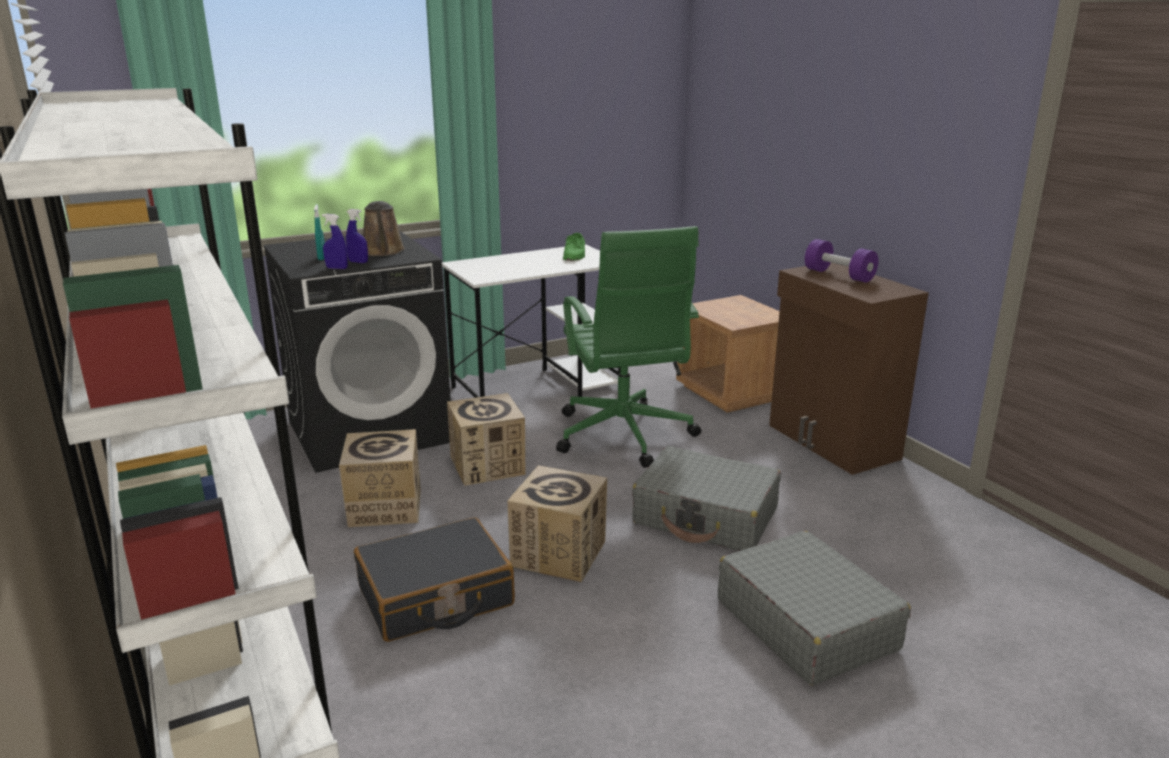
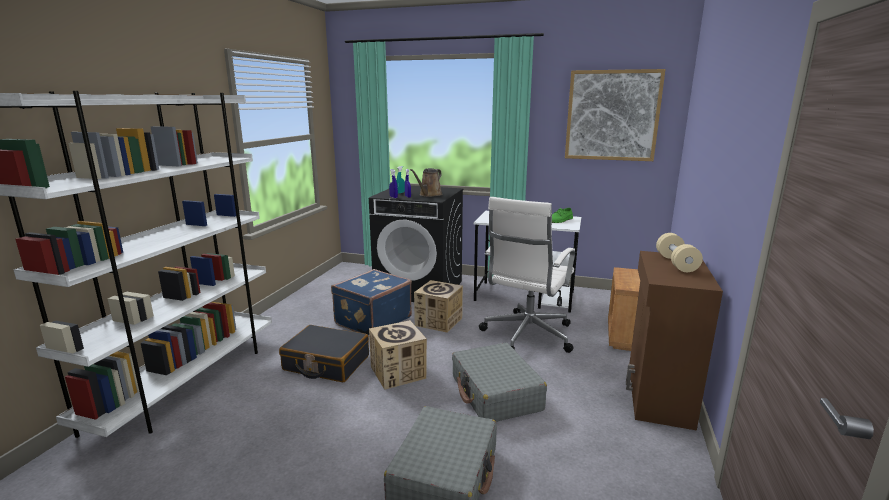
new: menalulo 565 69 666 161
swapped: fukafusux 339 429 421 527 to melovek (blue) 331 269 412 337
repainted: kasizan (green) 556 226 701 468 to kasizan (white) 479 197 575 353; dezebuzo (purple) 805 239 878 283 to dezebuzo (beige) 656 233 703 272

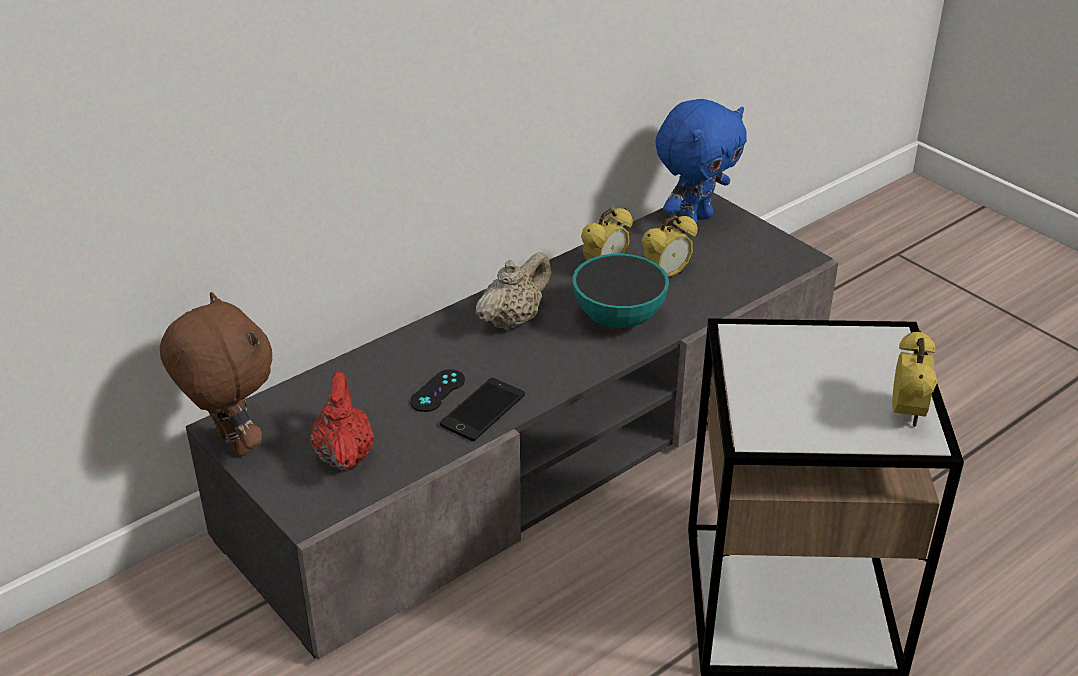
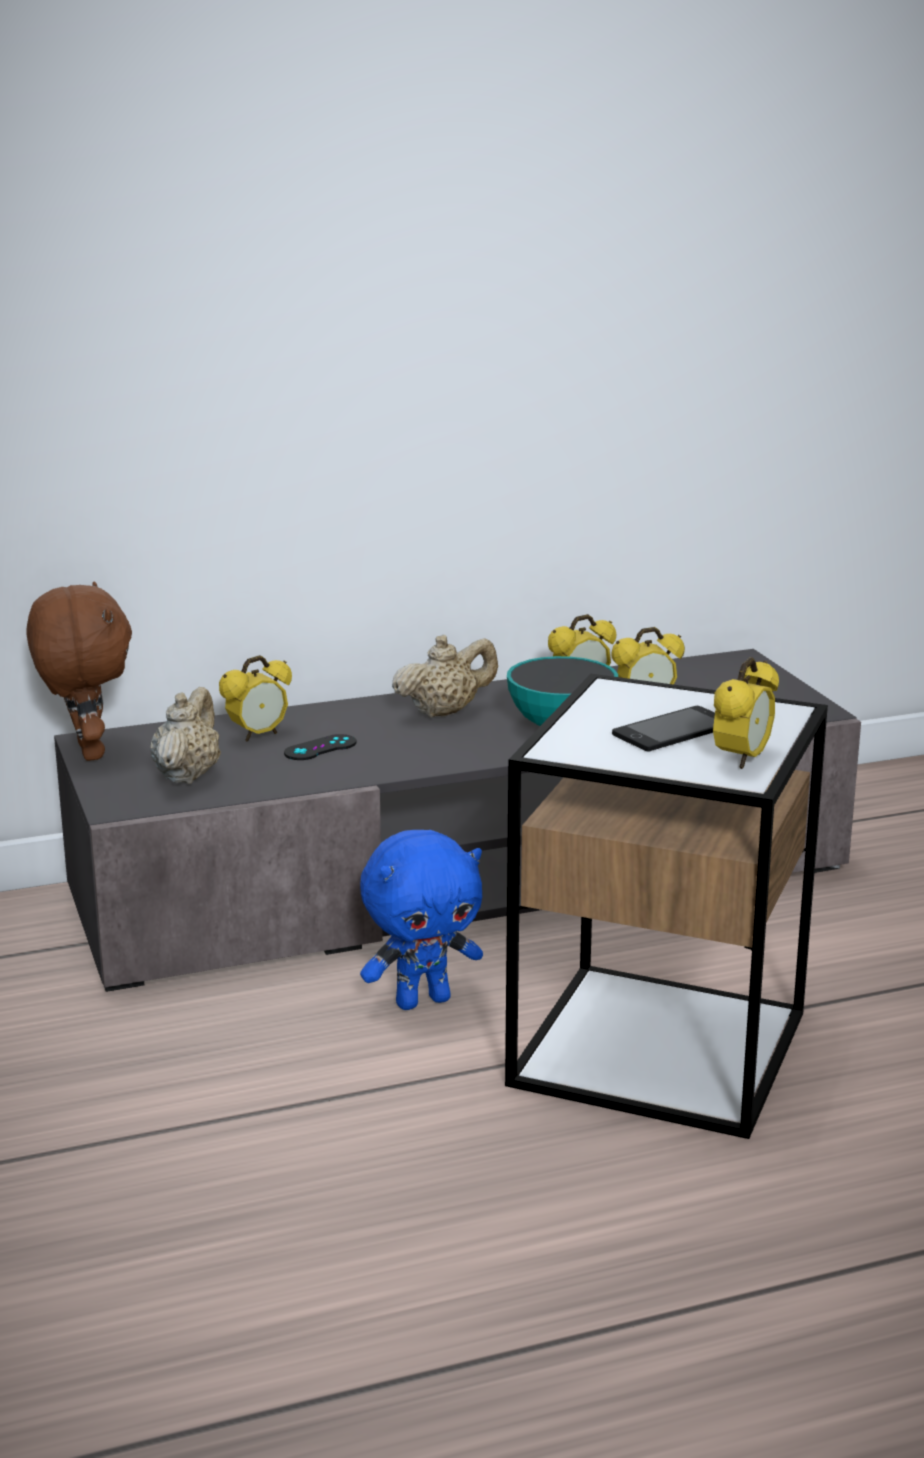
new: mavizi 219 655 292 742
shifted: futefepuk 440 378 525 441 to 612 706 715 752; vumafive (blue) 655 99 747 224 to 360 830 483 1010
repainted: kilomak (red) 310 372 374 471 to kilomak (beige) 150 687 221 784

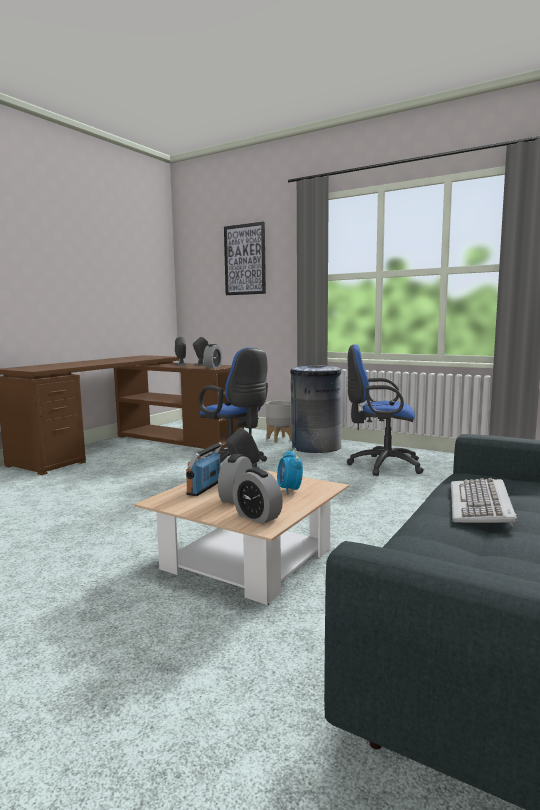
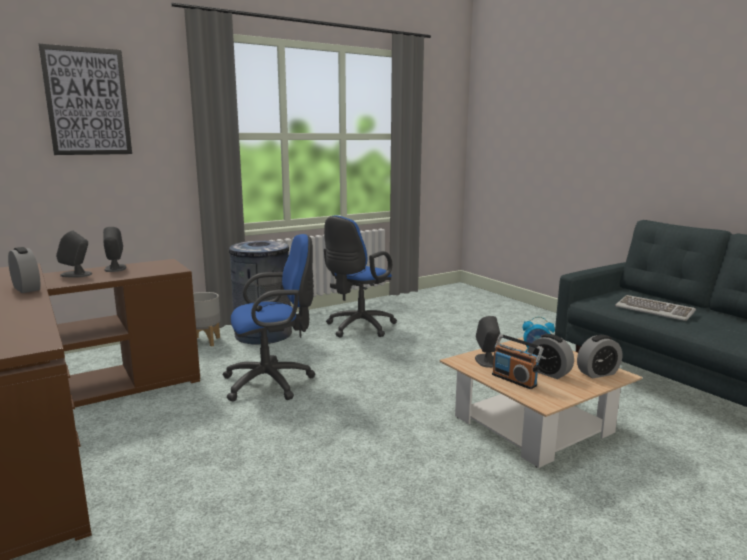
shifted: mavizi 203 344 222 368 to 8 247 40 293

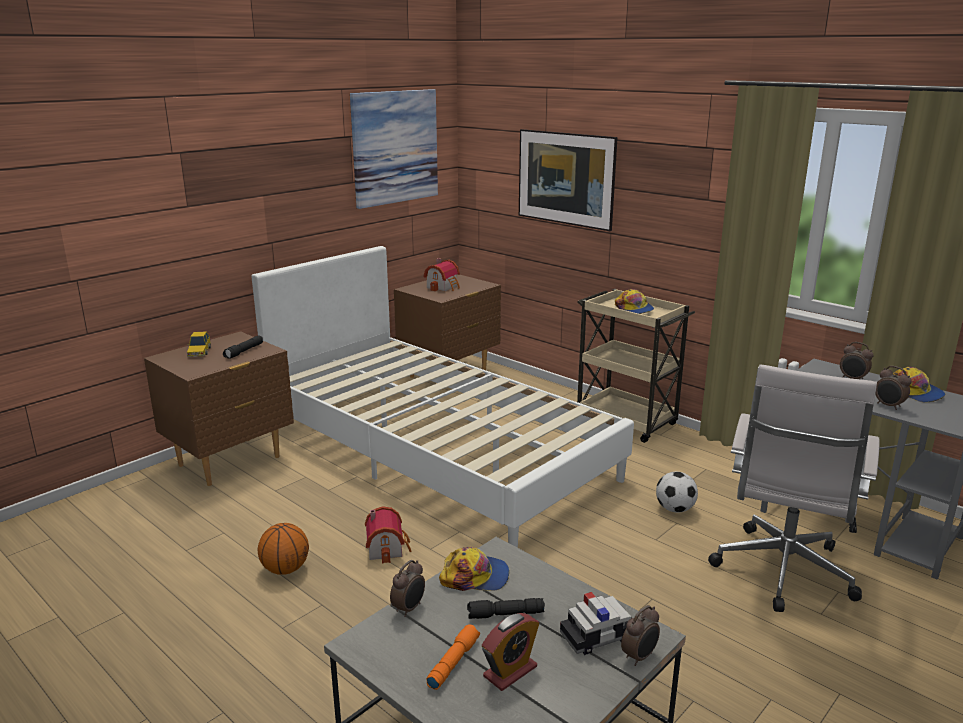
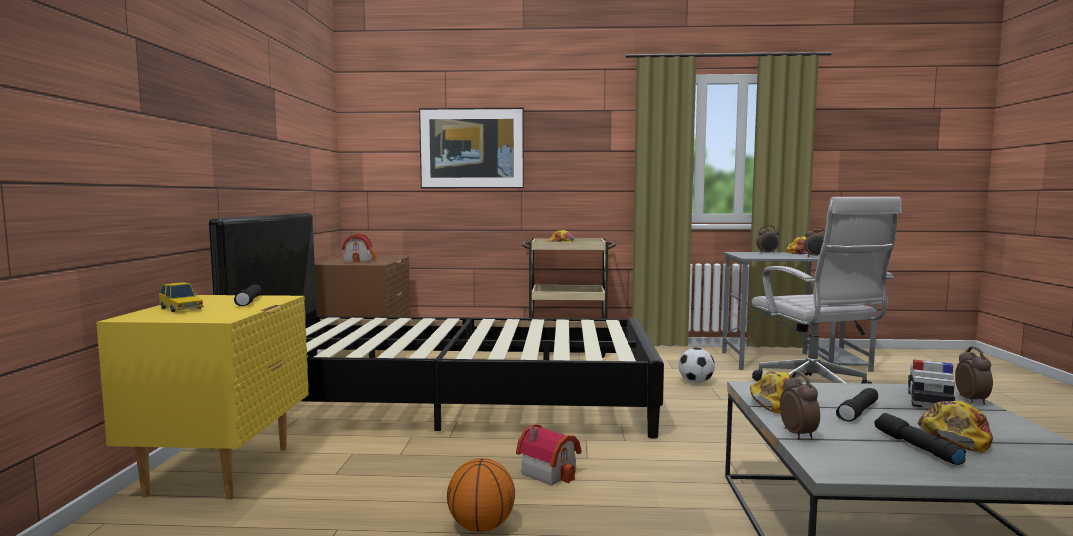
gone: menalulo 350 89 438 209
swapped: mavizi 482 613 539 691 to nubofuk 918 401 993 453
repainted: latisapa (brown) 144 331 294 486 to latisapa (yellow) 96 295 309 500; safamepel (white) 252 246 634 548 to safamepel (black) 209 213 664 439; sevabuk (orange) 427 624 480 690 to sevabuk (black) 875 413 966 465

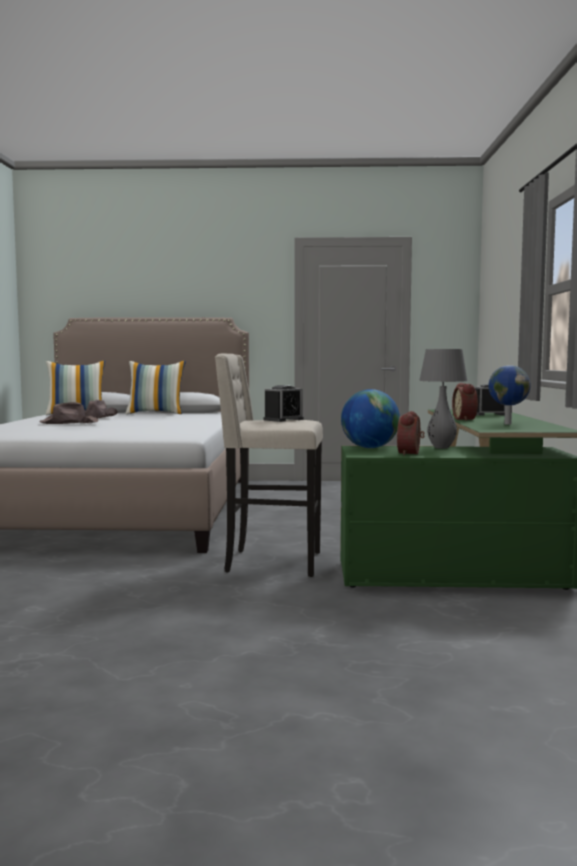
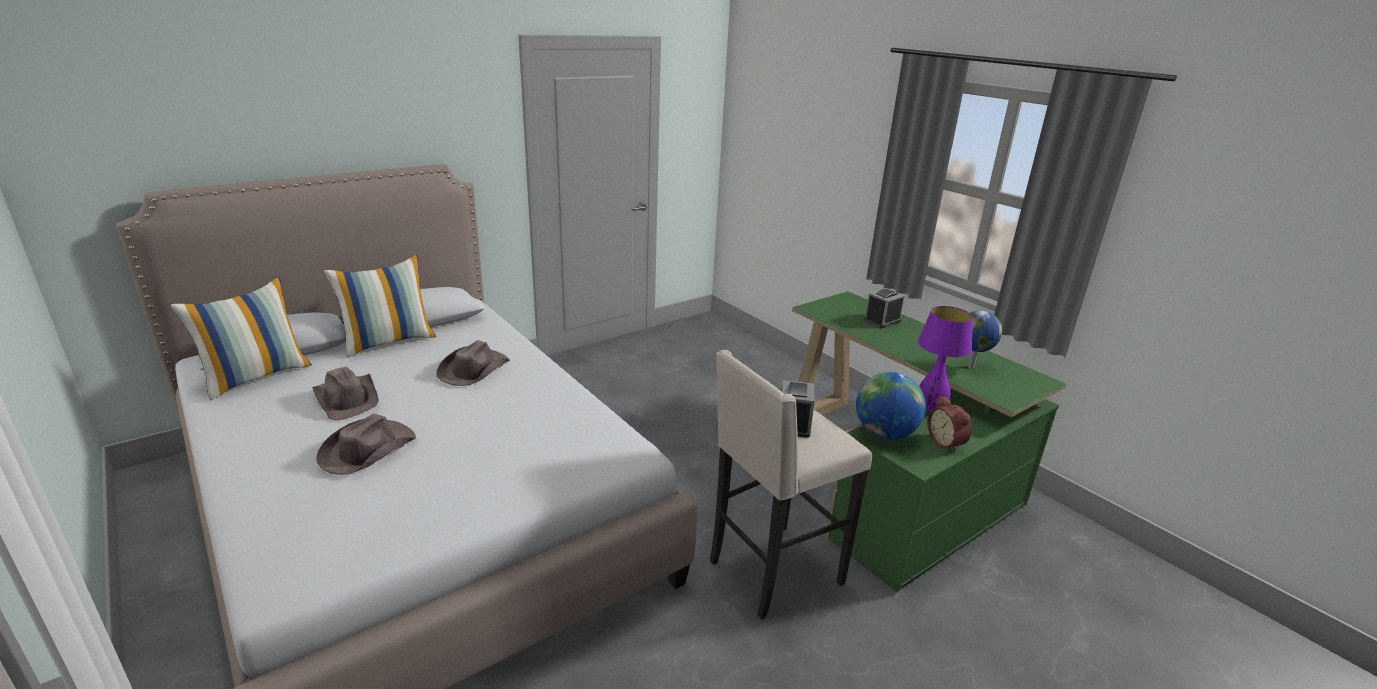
gone: mavizi 452 383 478 421
new: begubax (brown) 436 340 510 386
repainted: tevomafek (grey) 419 349 467 449 to tevomafek (purple) 918 306 973 412

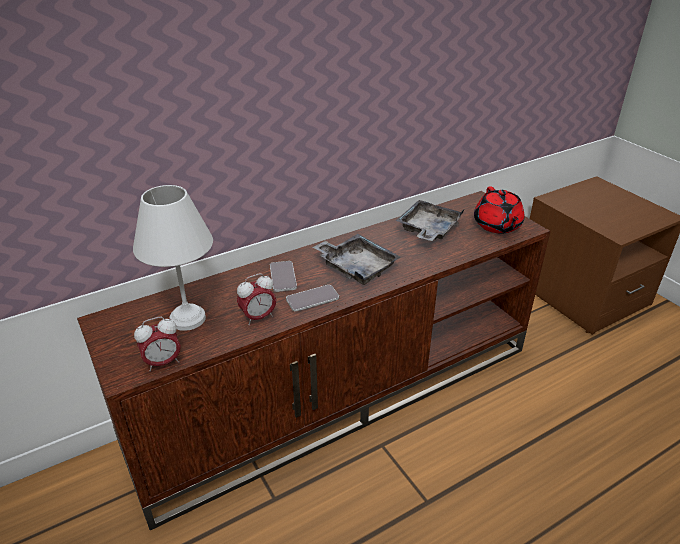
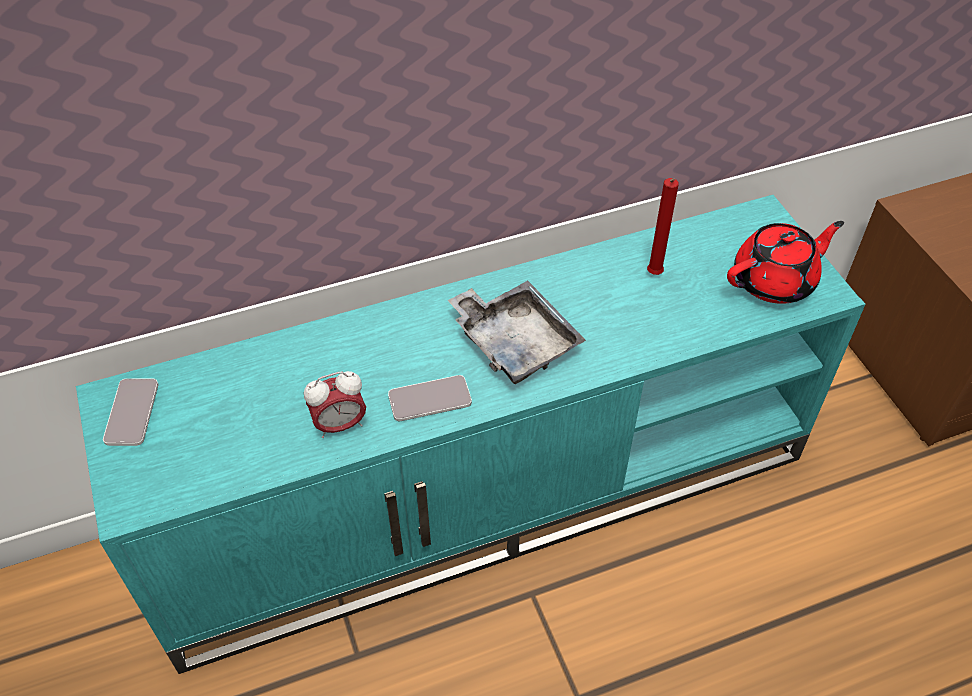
gone: tevomafek (white) 133 185 213 331; mavizi 134 317 181 371
shifted: futefepuk 270 261 297 292 to 103 378 158 446
swapped: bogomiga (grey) 396 200 464 241 to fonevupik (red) 647 178 679 275
repainted: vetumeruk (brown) 77 191 551 530 to vetumeruk (turquoise) 76 195 865 674
rotated: kilomak (red) 474 186 524 234 = 727 221 844 304 120 degrees counterclockwise

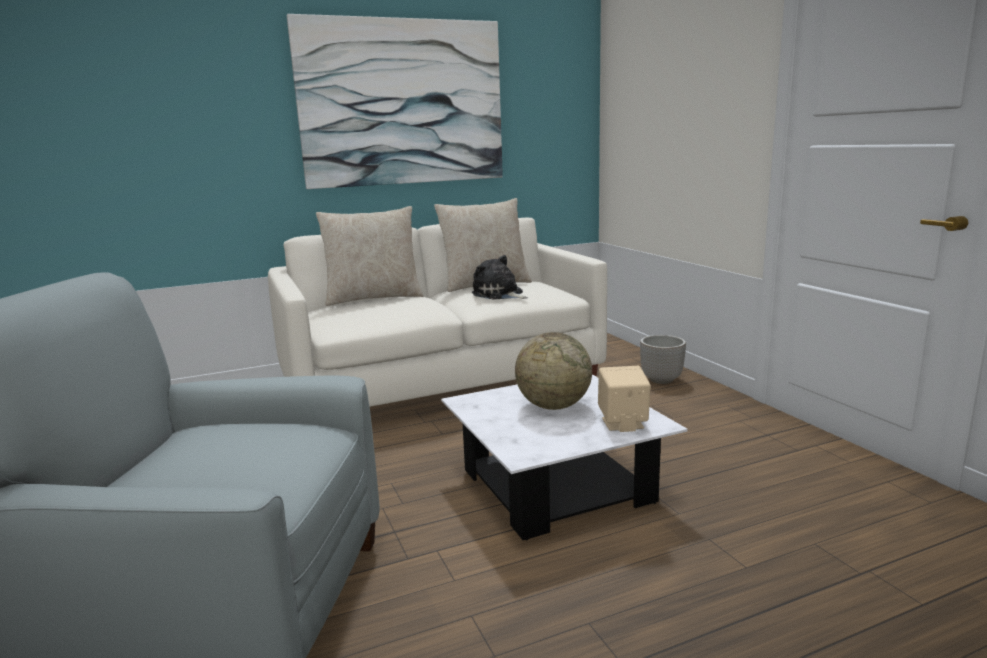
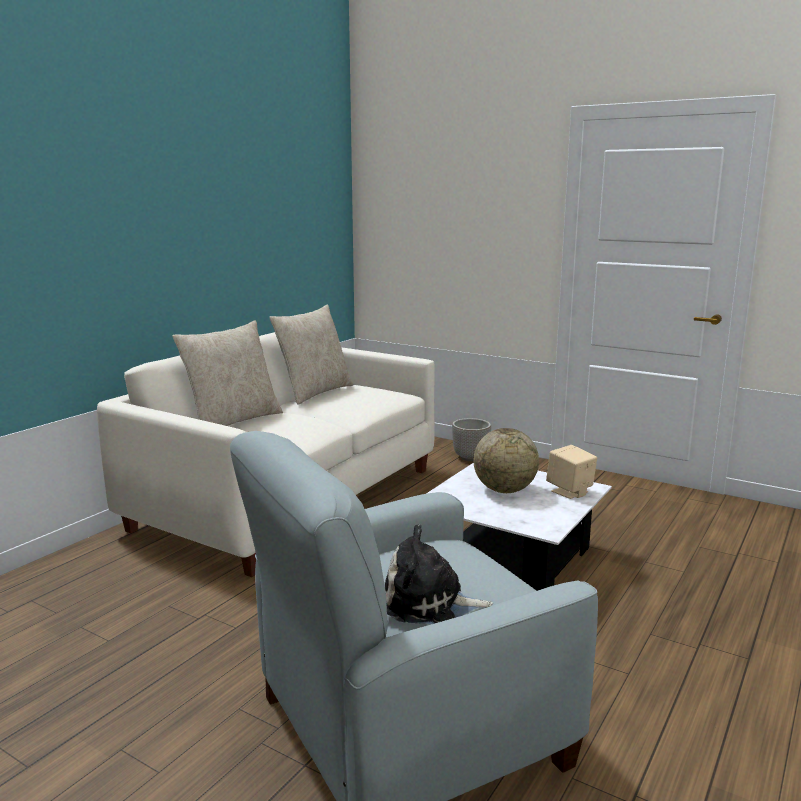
gone: menalulo 287 14 503 189
shifted: vumafive 472 255 528 300 to 385 524 493 624

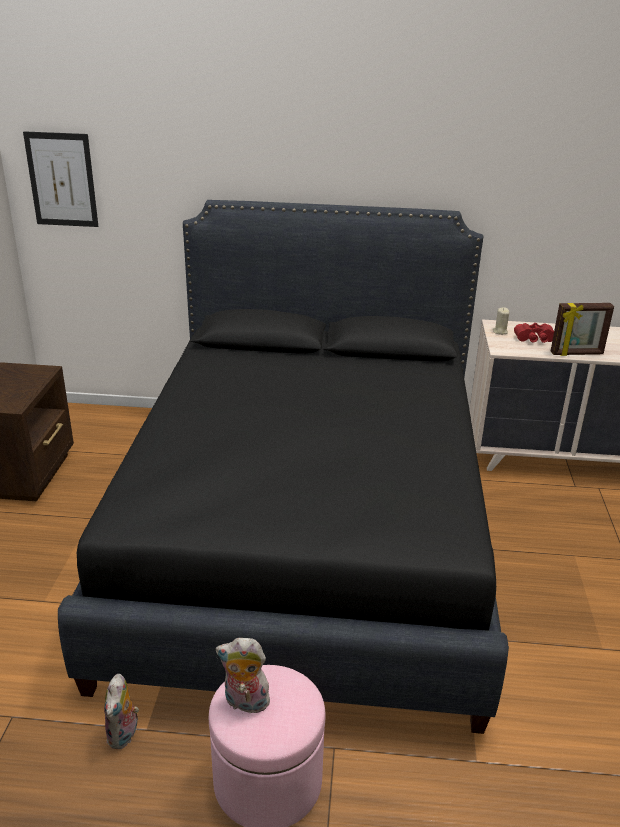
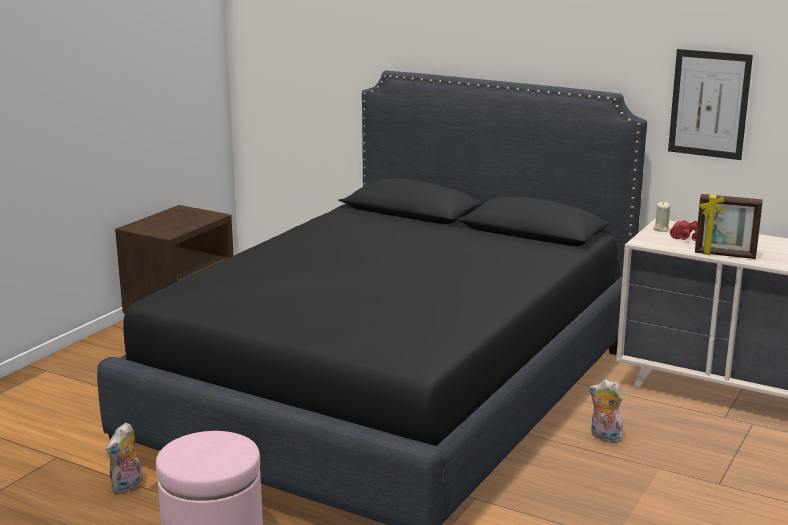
shifted: menalulo 23 131 98 227 to 668 49 753 160; vumafive 216 638 272 714 to 589 379 623 443

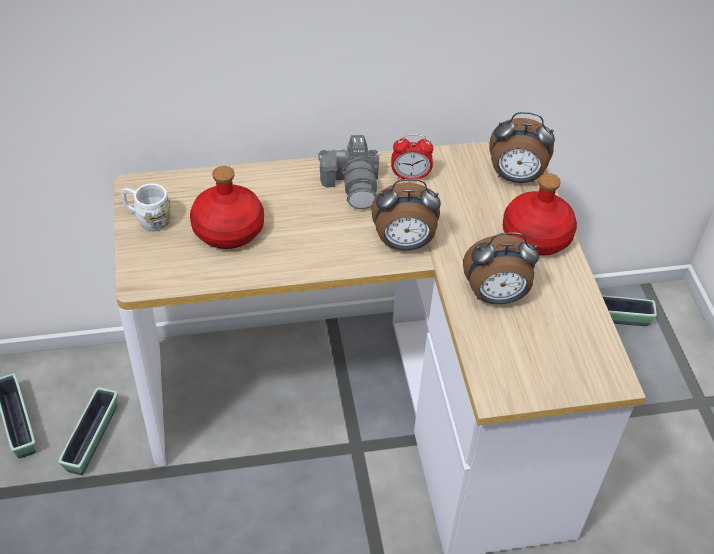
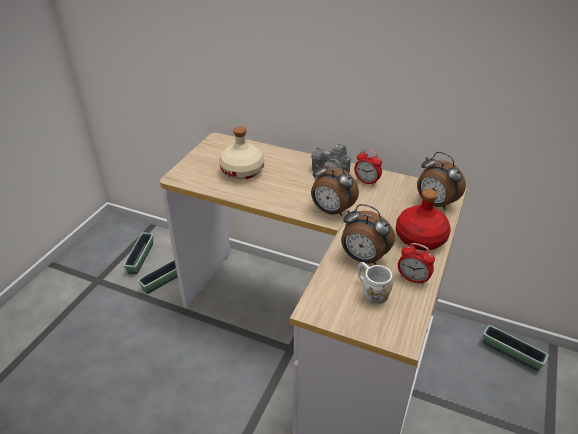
new: mavizi 398 243 435 285
shifted: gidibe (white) 121 183 171 231 to 358 262 393 305
repainted: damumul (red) 190 166 264 249 to damumul (beige) 219 126 264 179

